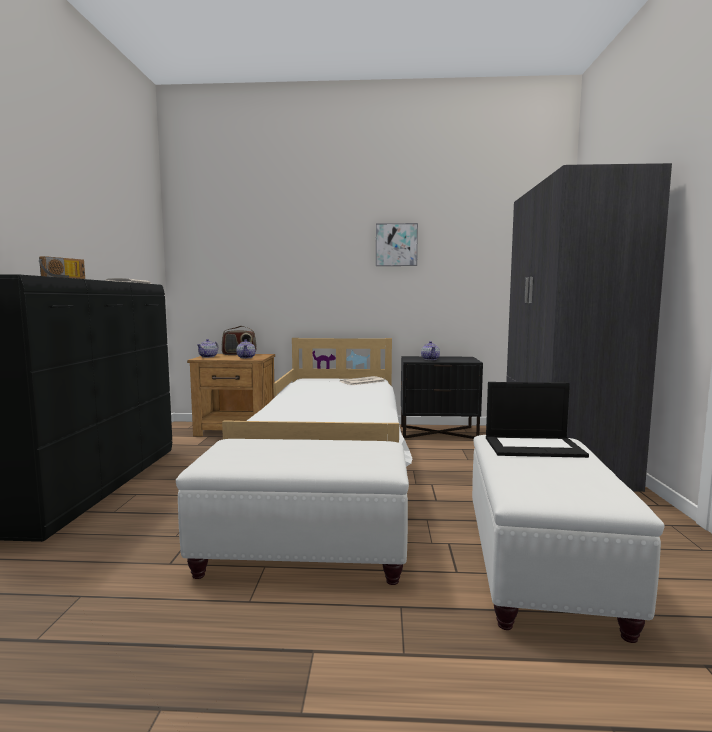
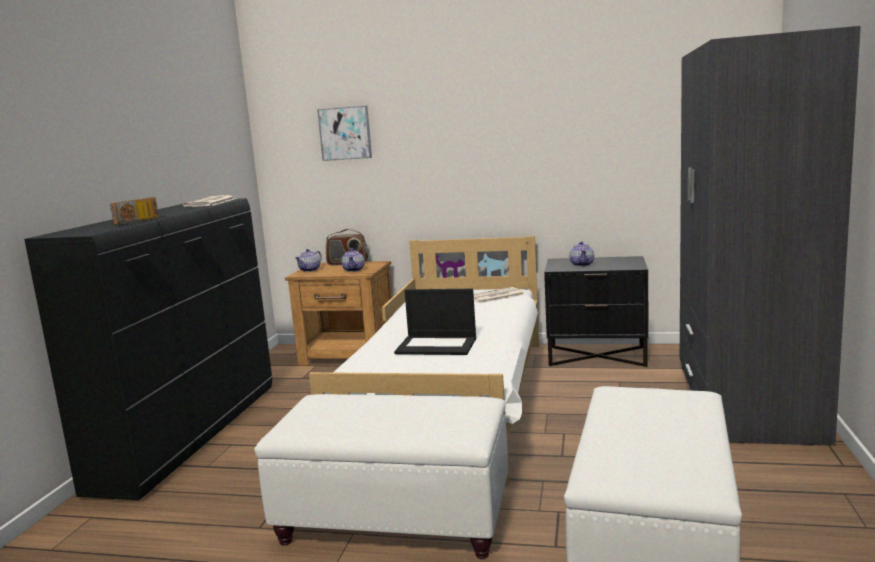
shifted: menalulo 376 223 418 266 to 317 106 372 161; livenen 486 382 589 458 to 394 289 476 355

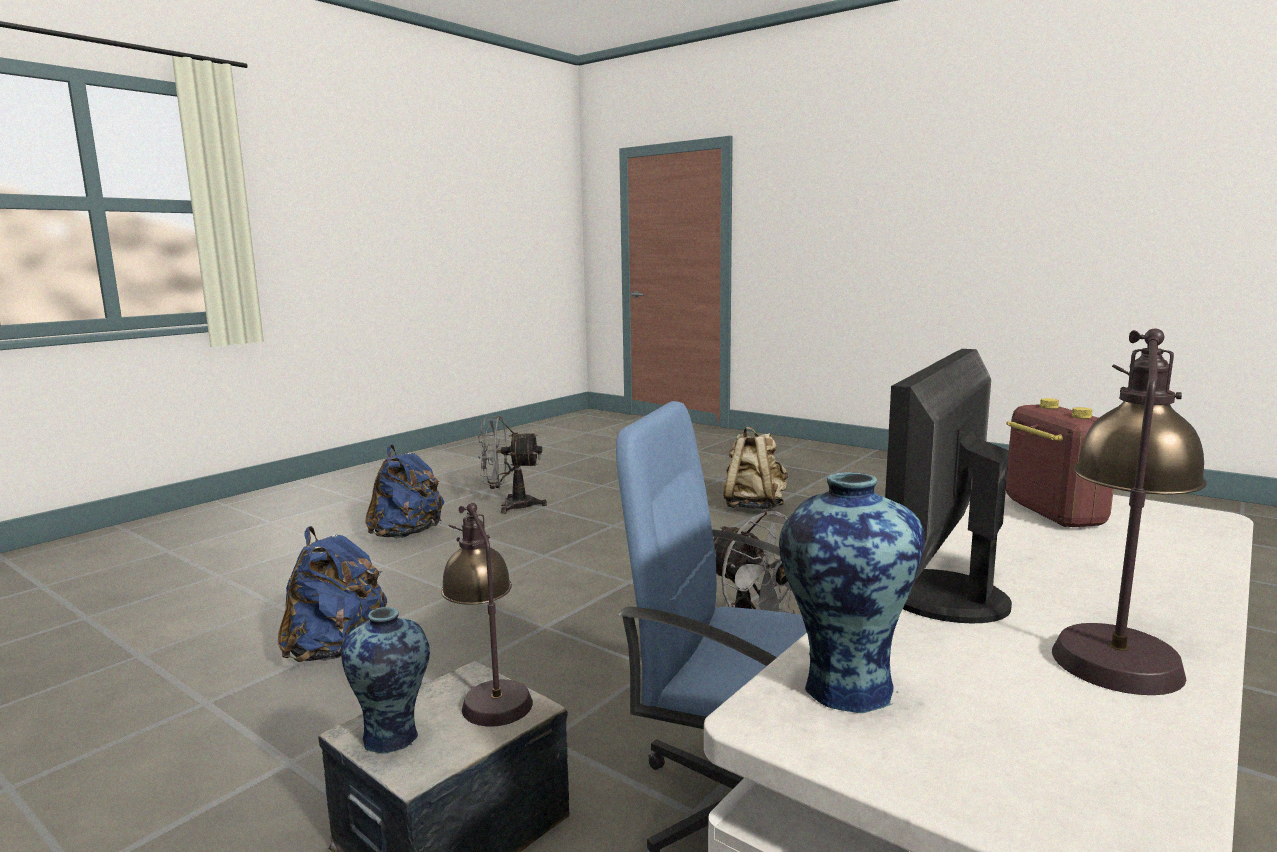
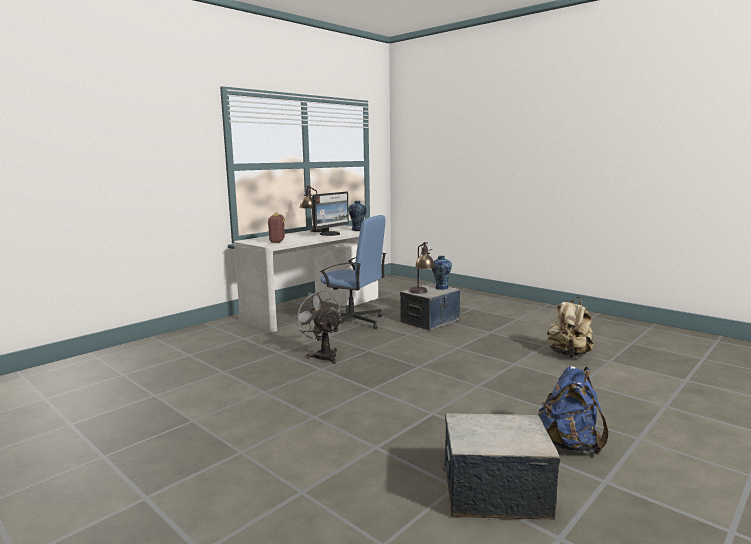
gone: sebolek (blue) 278 526 387 662
shifted: sebolek (beige) 723 427 788 510 to 547 297 594 358
swapped: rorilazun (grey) 478 416 547 514 to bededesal 443 413 560 520

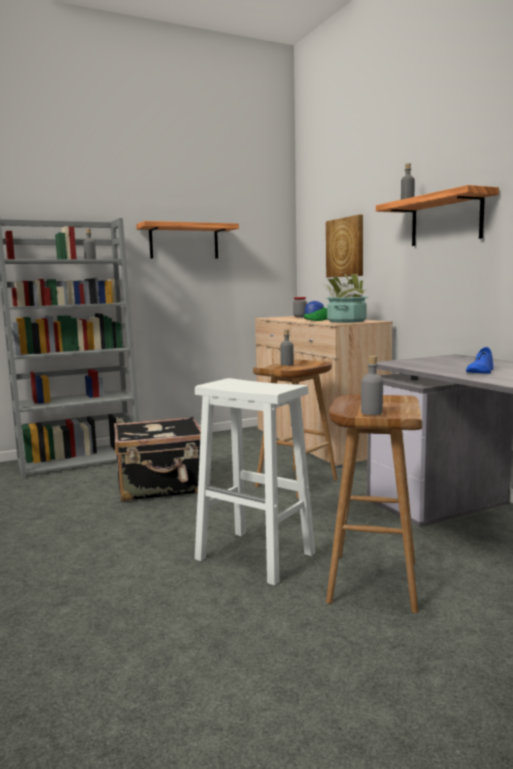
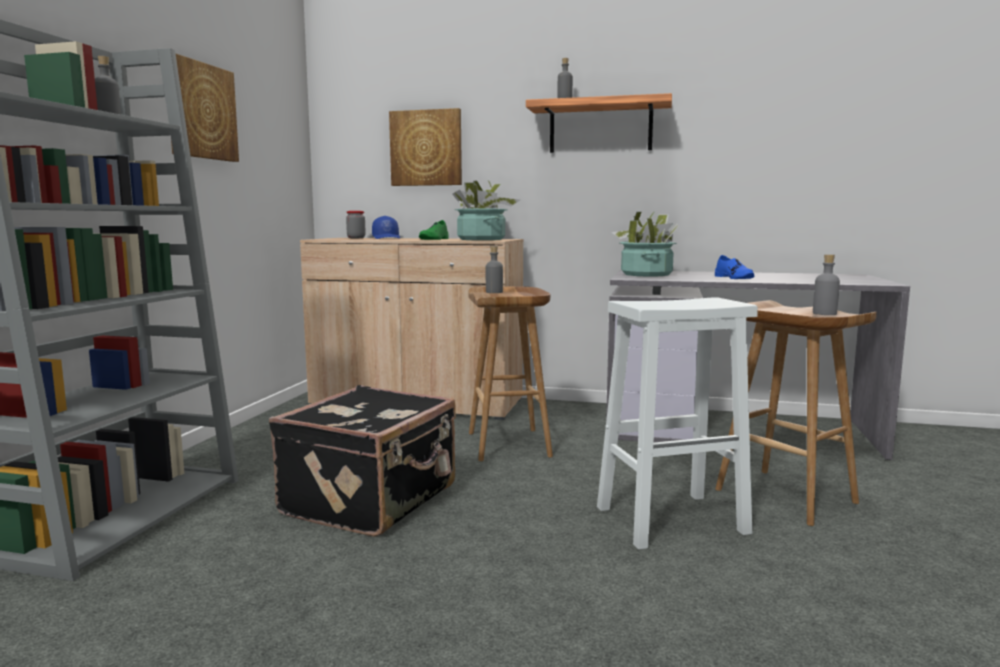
new: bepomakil 611 212 679 277
swapped: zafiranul 136 221 239 259 to menalulo 171 53 239 162

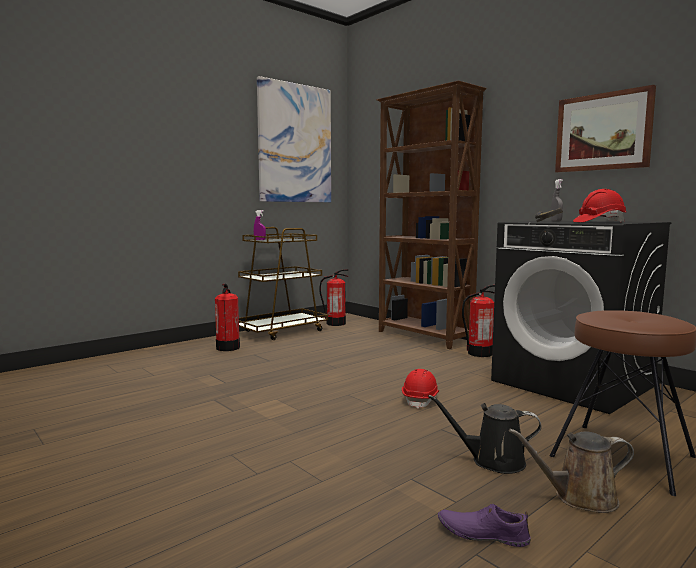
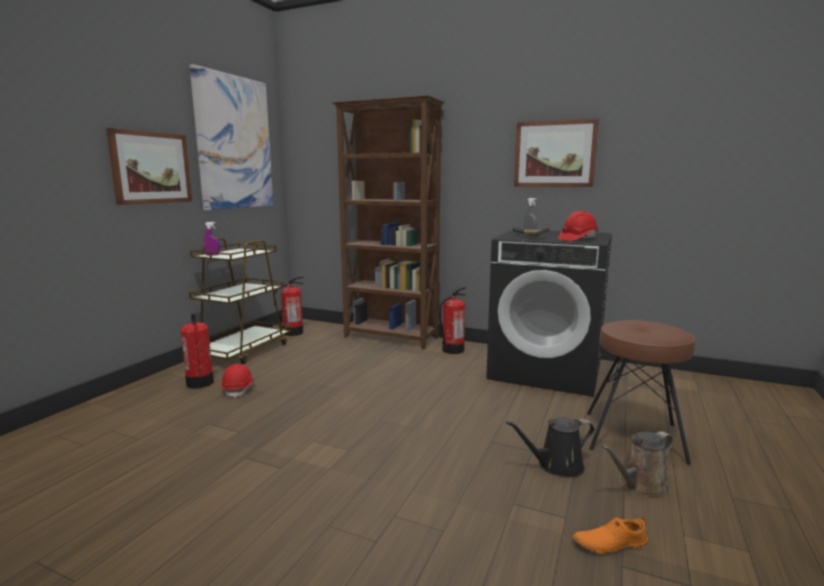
new: menalulo 106 128 192 205
shifted: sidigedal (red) 402 369 439 409 to 221 364 254 398
repainted: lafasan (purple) 438 504 531 547 to lafasan (orange) 573 517 648 554

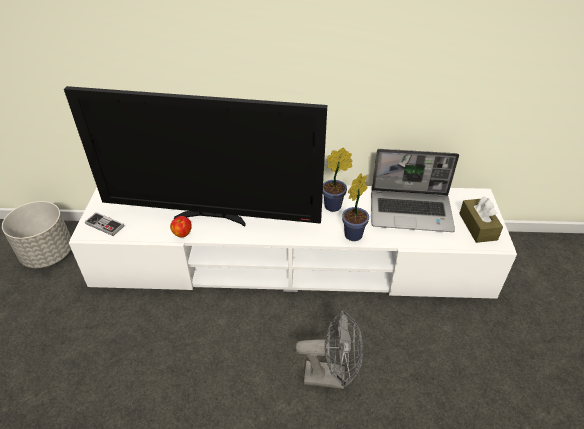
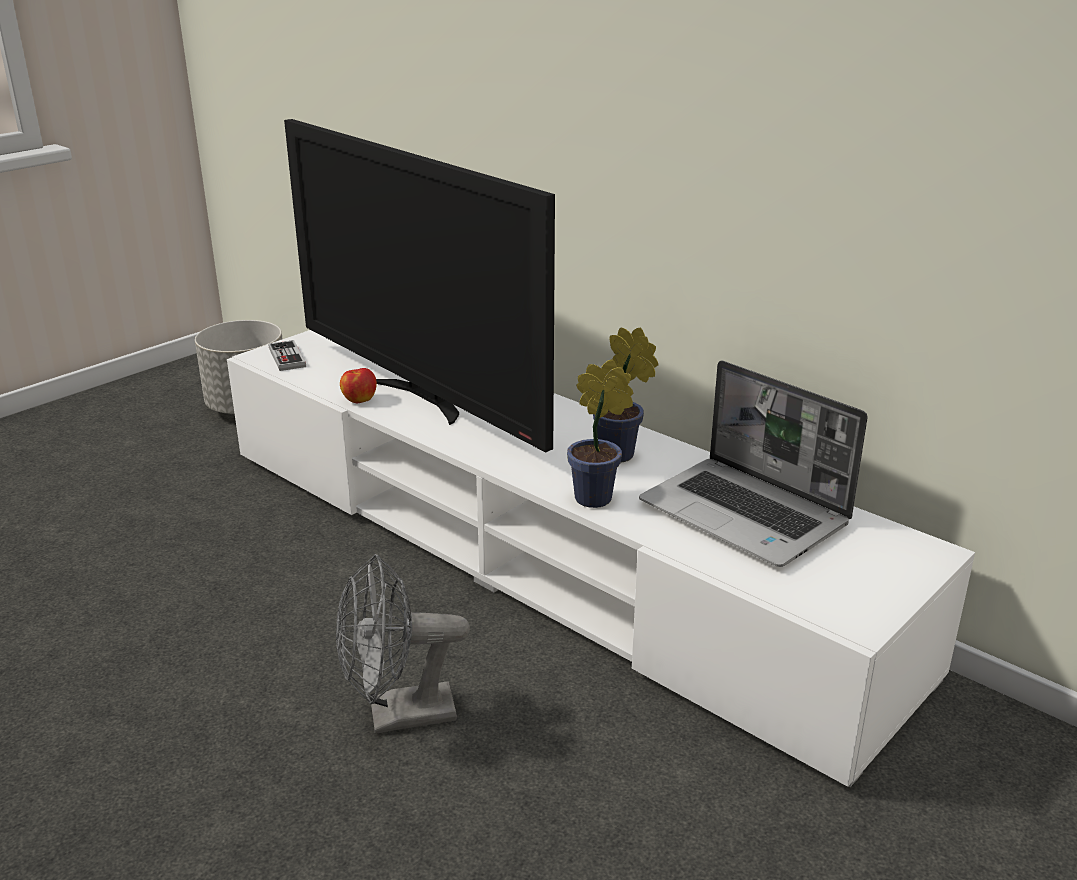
gone: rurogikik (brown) 459 196 503 243
rotated: rorilazun (grey) 295 310 363 389 = 336 554 470 734 120 degrees clockwise

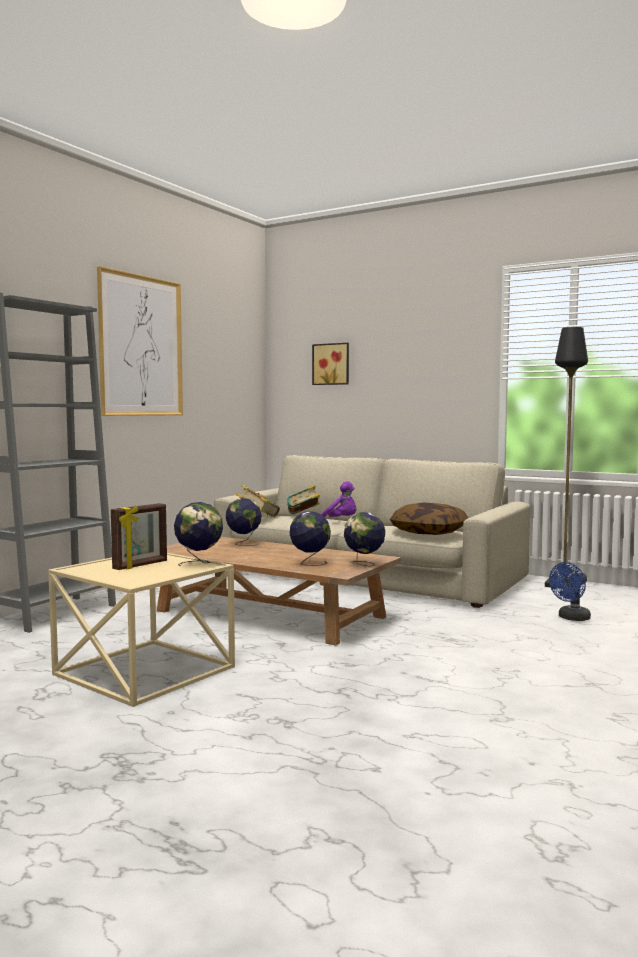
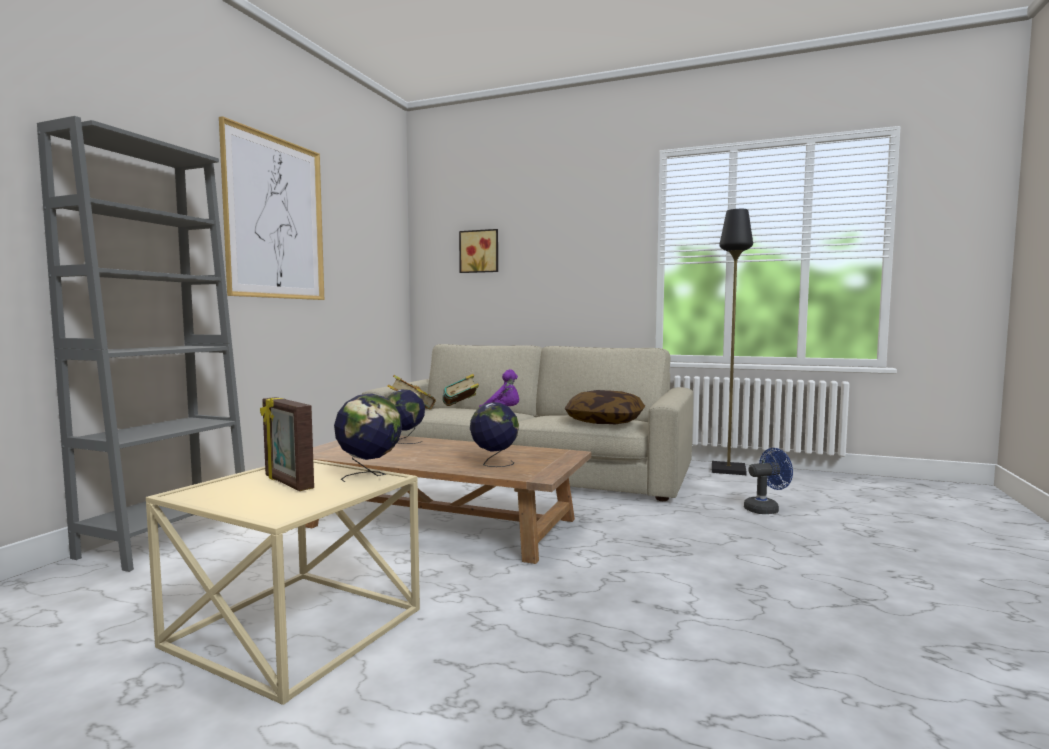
gone: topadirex 344 512 385 567
rotated: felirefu 111 503 167 570 = 260 397 314 491 105 degrees clockwise; rorilazun (blue) 549 562 591 621 = 744 448 793 514 150 degrees counterclockwise

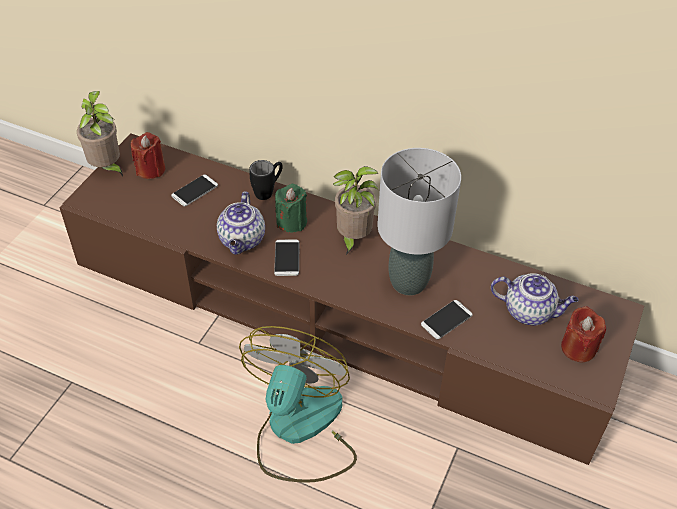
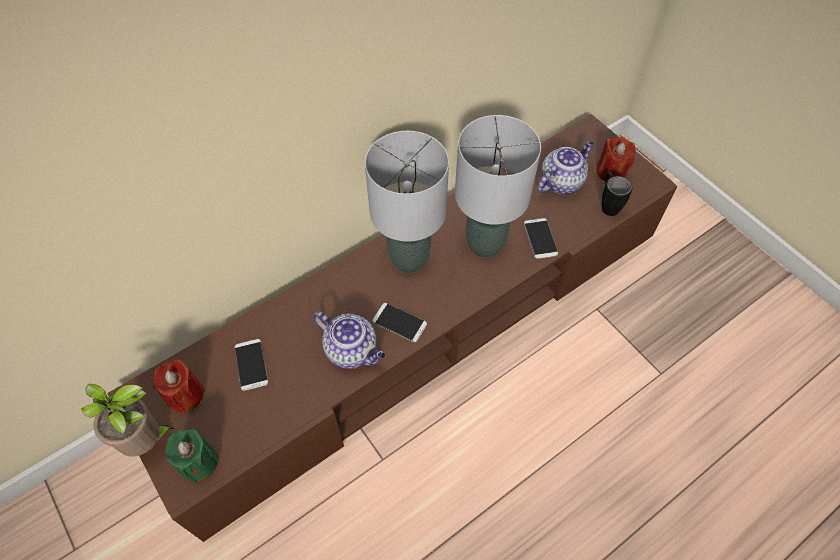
gone: rorilazun 239 326 357 483
shifted: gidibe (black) 249 160 283 200 to 602 171 632 216; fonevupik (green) 275 184 307 233 to 165 429 219 484
swapped: bepomakil 333 166 379 255 to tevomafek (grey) 365 131 449 273

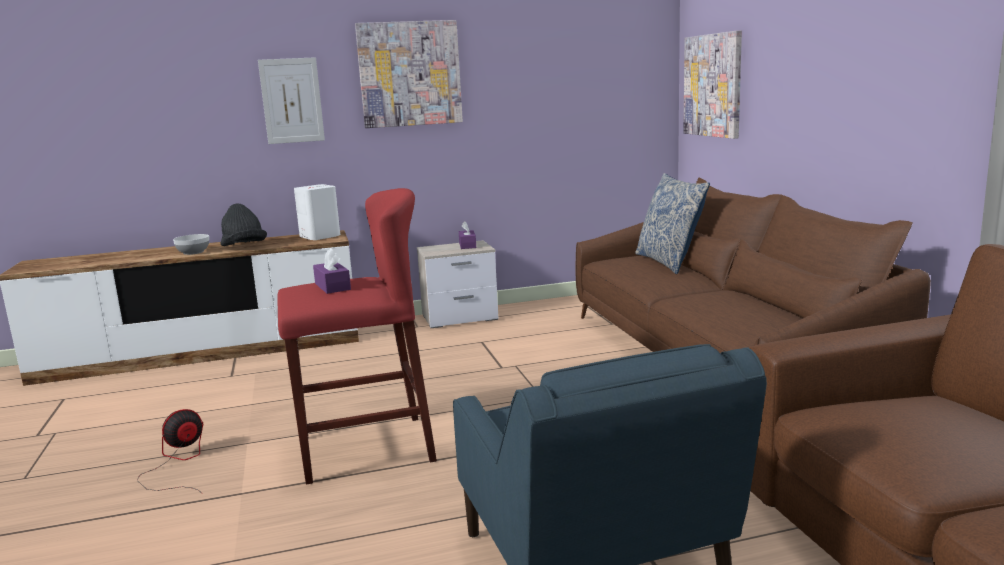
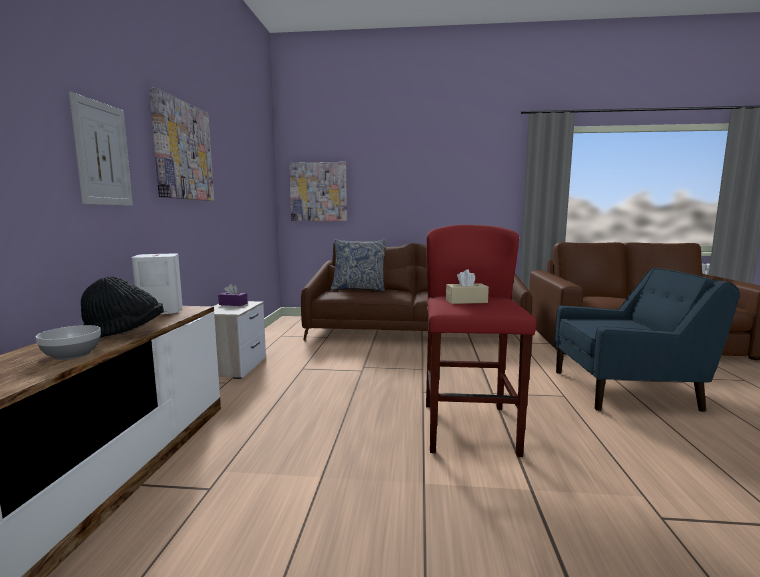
gone: rorilazun 137 409 203 494
repainted: rurogikik (purple) 313 248 351 294 to rurogikik (beige) 446 269 489 304

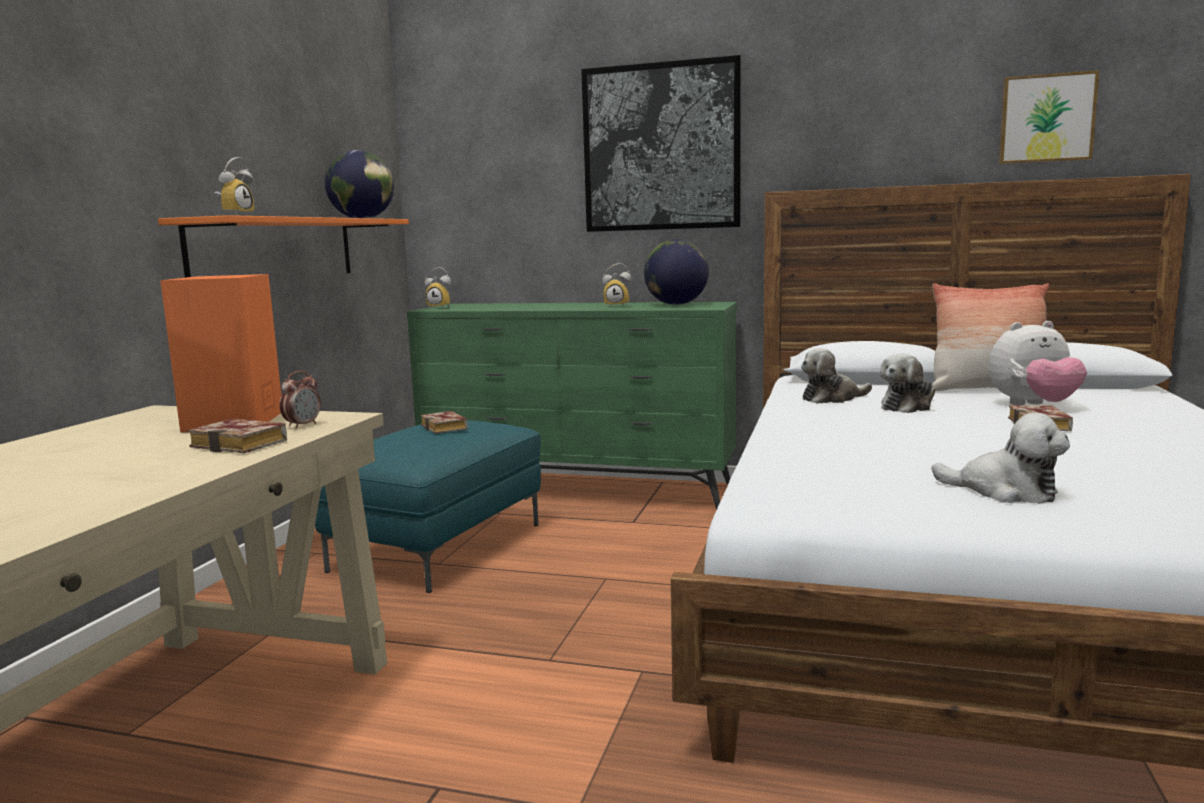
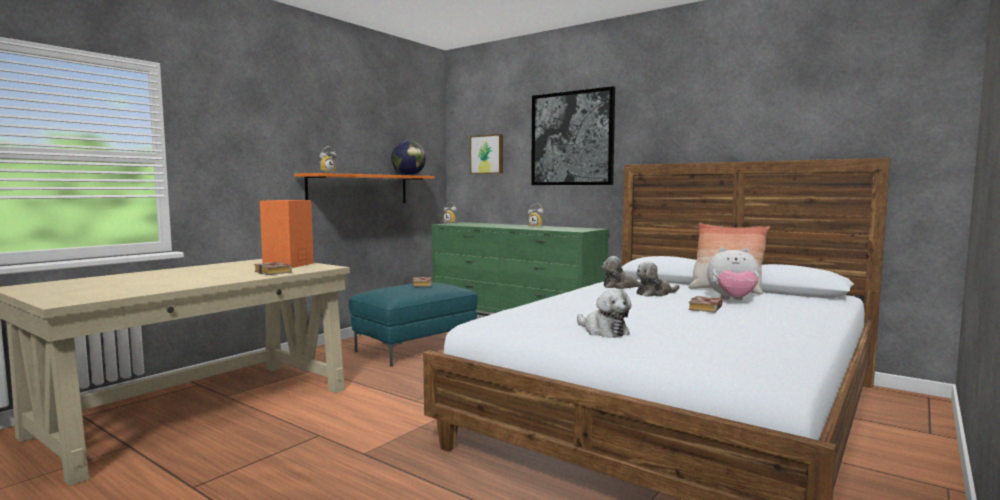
gone: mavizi 279 371 321 429; topadirex 644 239 709 305
shifted: menalulo 999 70 1100 164 to 470 134 503 174

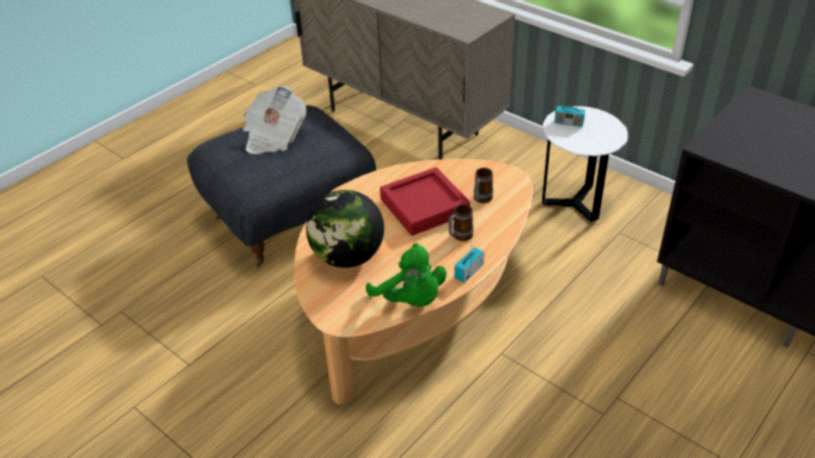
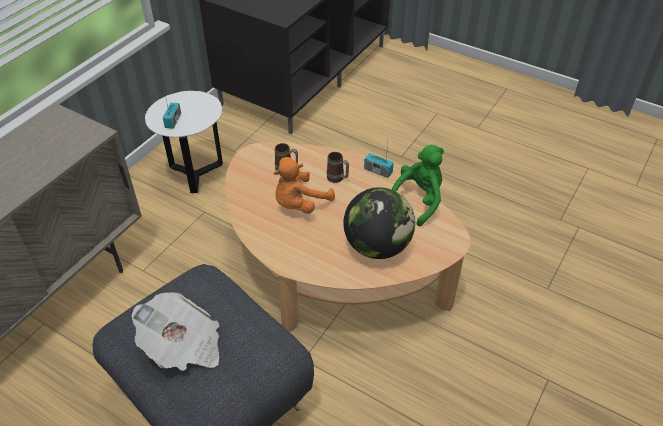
swapped: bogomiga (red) 380 167 470 236 to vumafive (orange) 274 157 335 214

